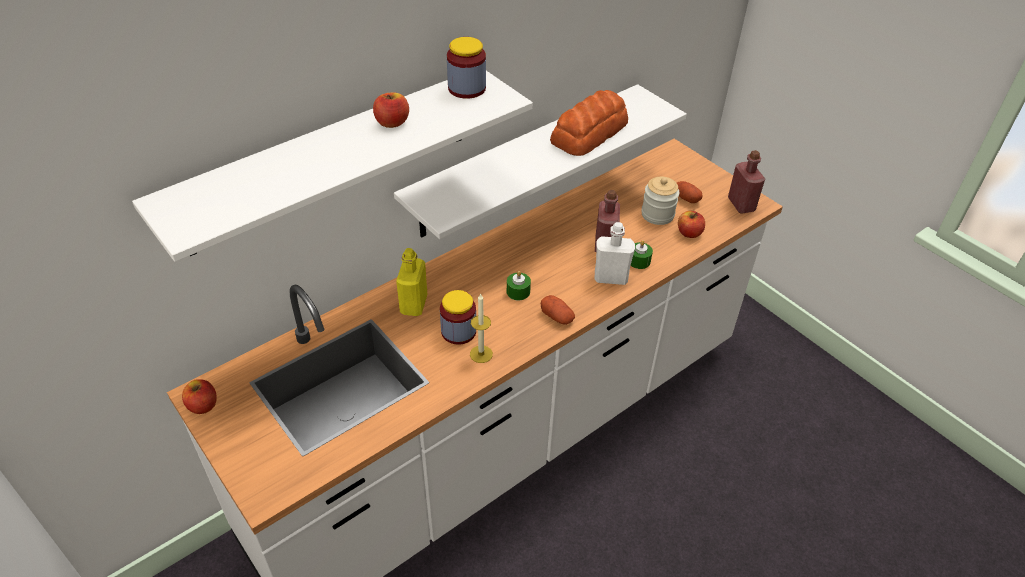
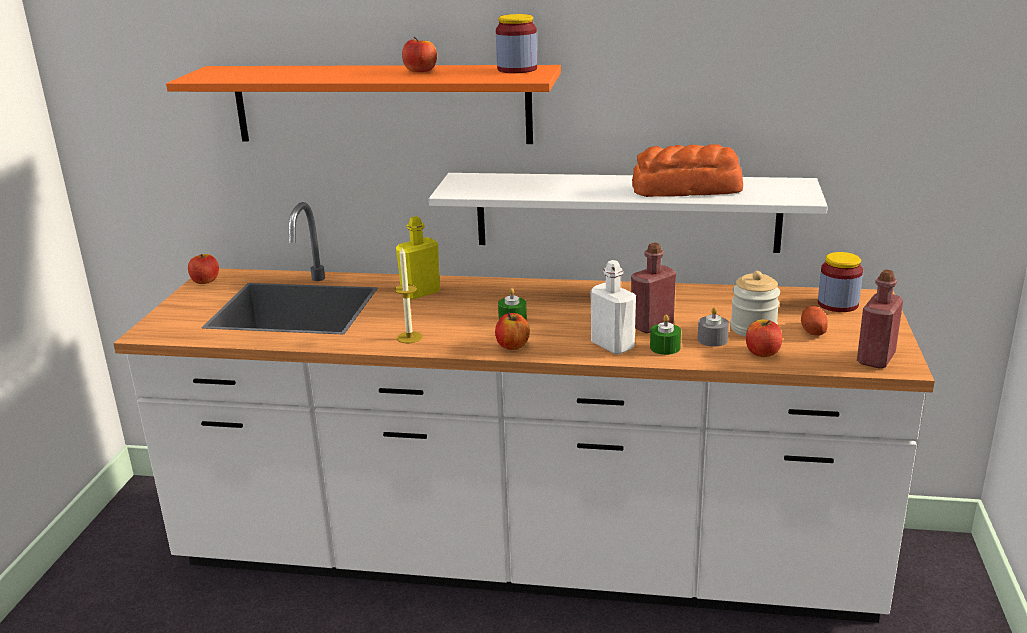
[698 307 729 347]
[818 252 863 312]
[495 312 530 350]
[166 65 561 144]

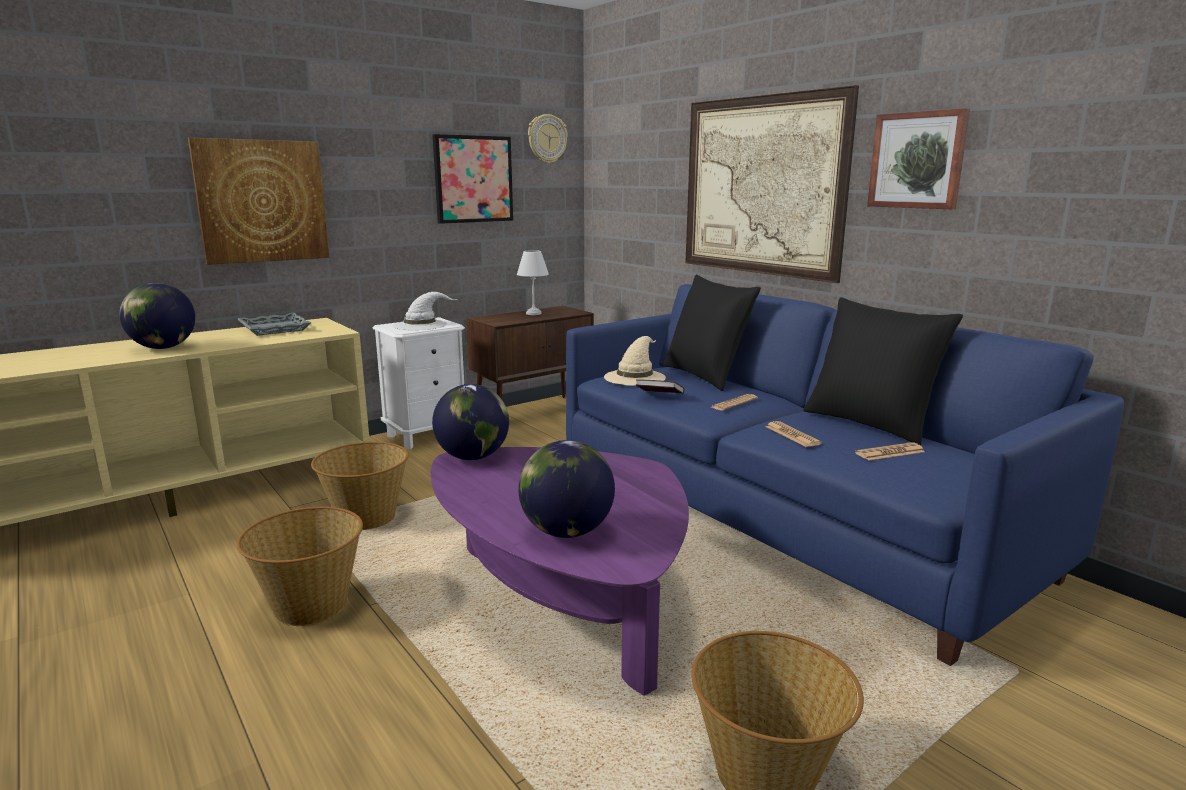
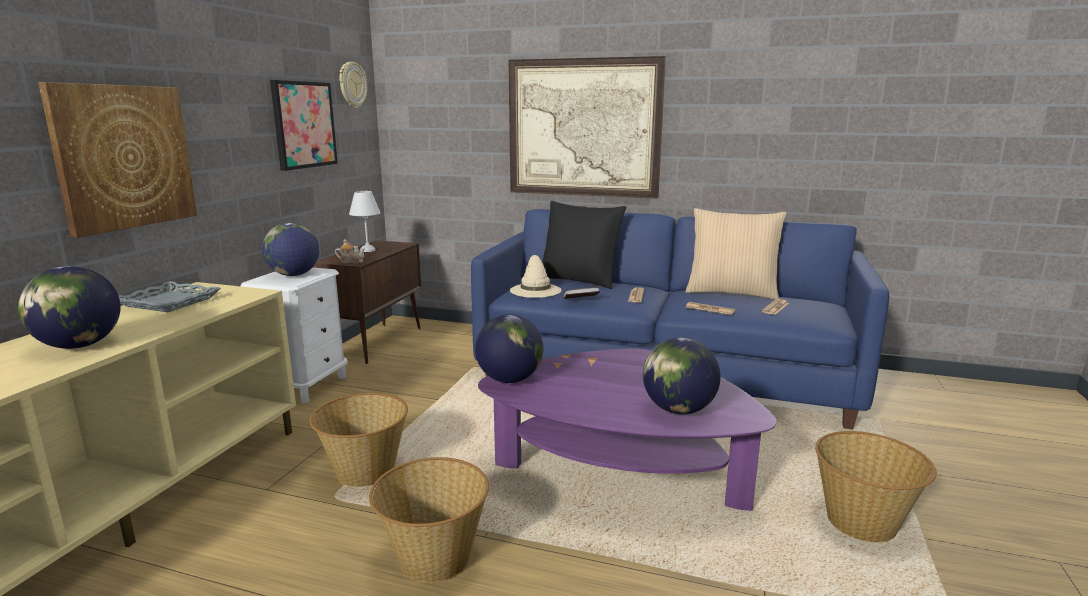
[867 108 970 209] (first image)
[335 239 365 263]
[262 223 319 276]
[686 208 786 300]

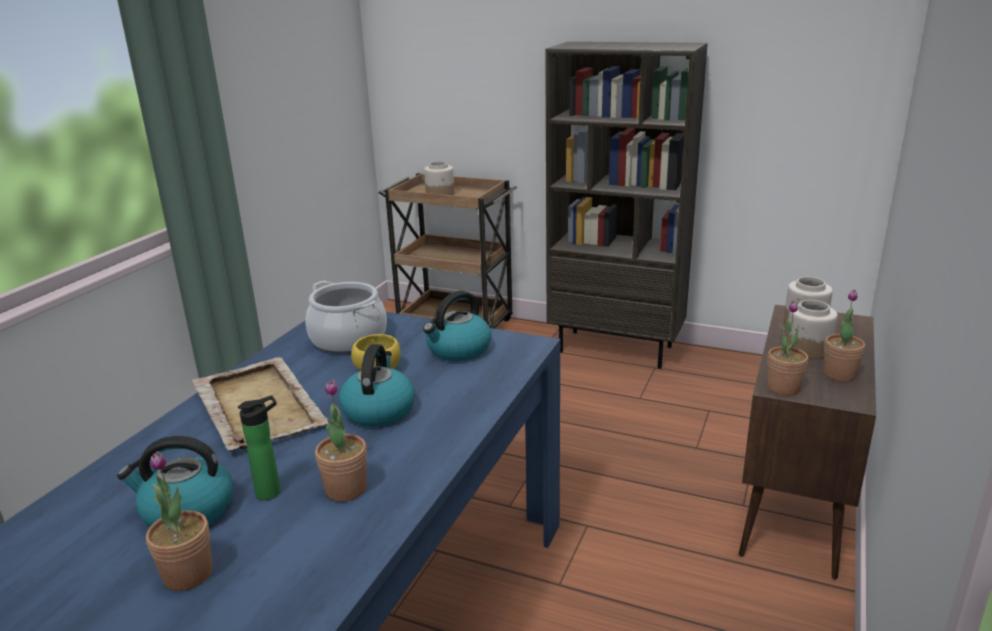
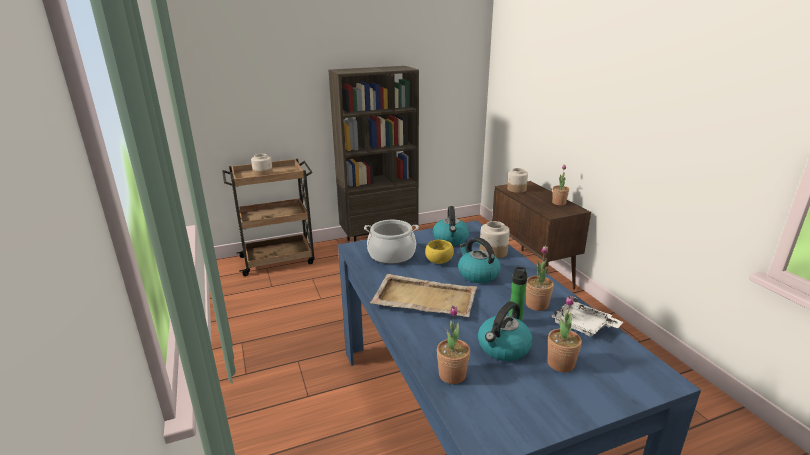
[551 296 623 337]
[437 305 470 384]
[479 221 510 259]

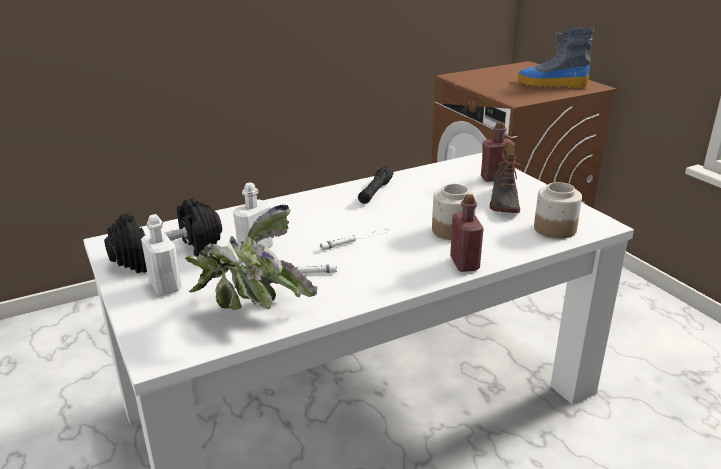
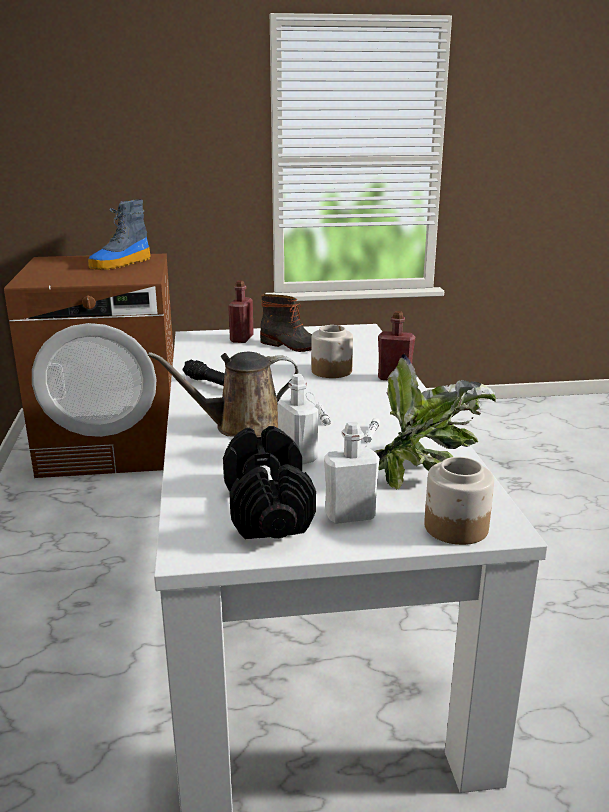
[148 352 299 437]
[424 457 494 545]

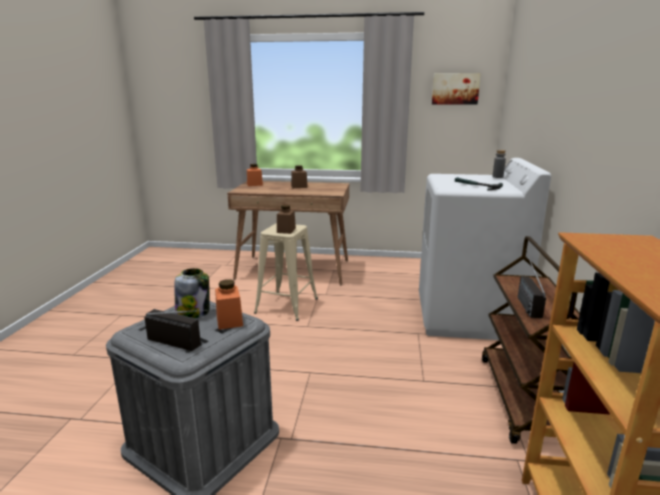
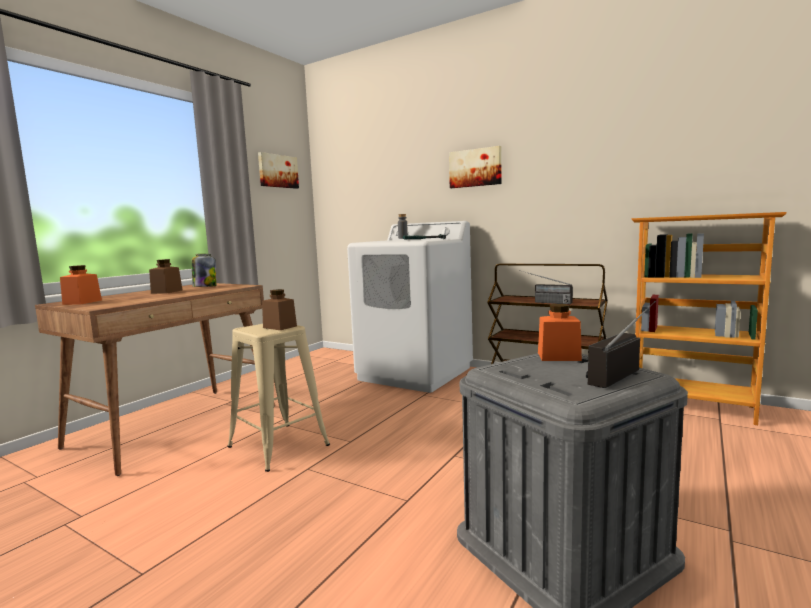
[449 146 502 188]
[192 254 217 287]

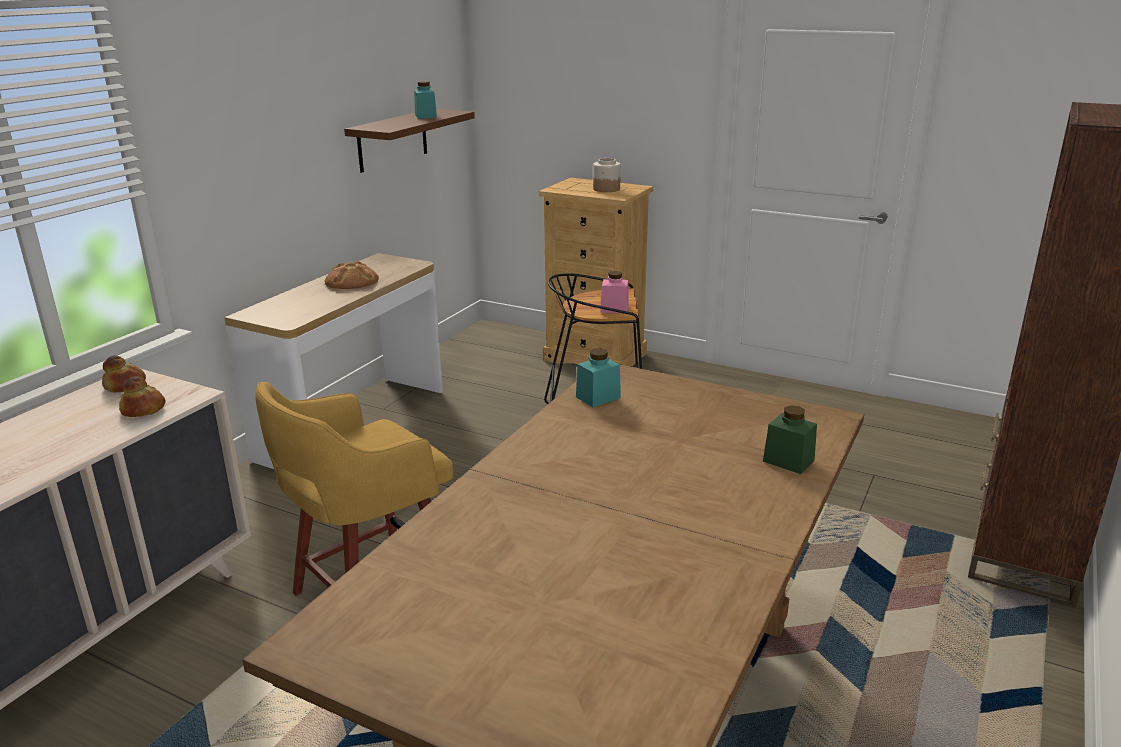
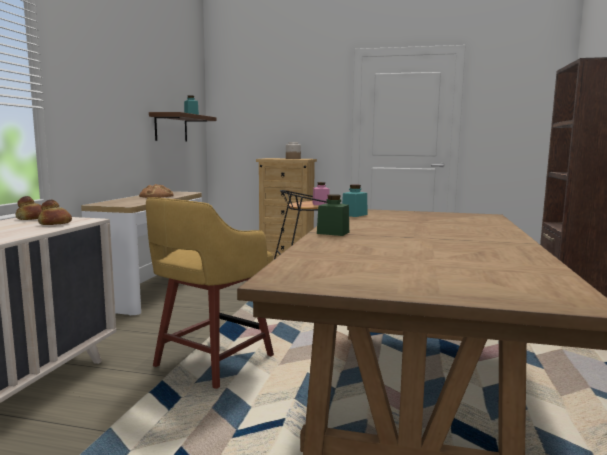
[317 194 349 236]

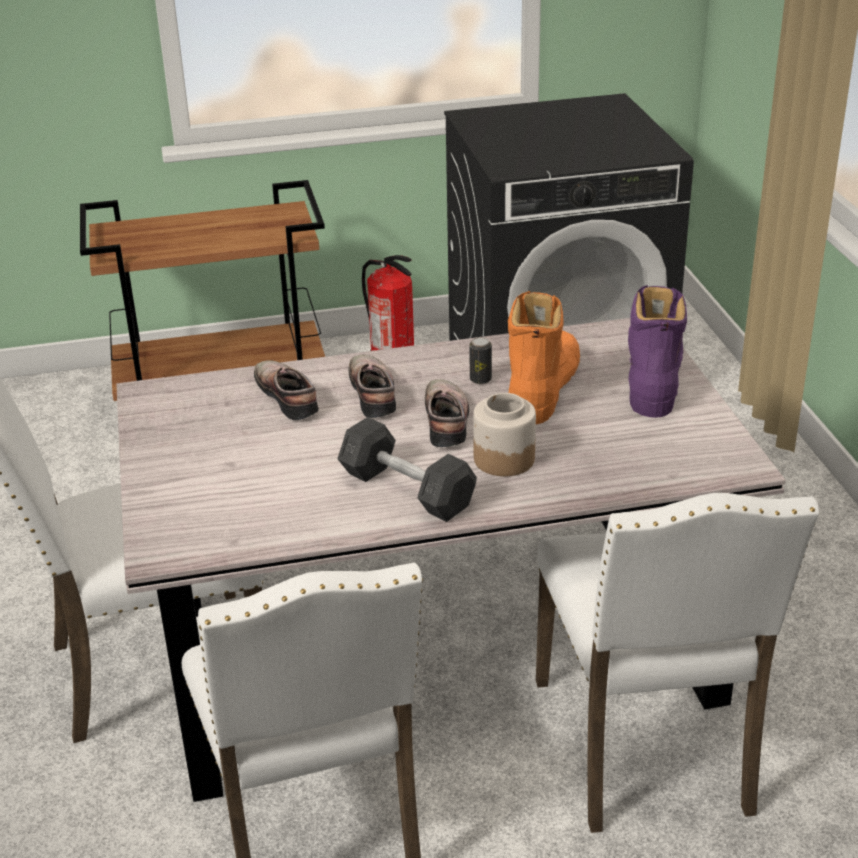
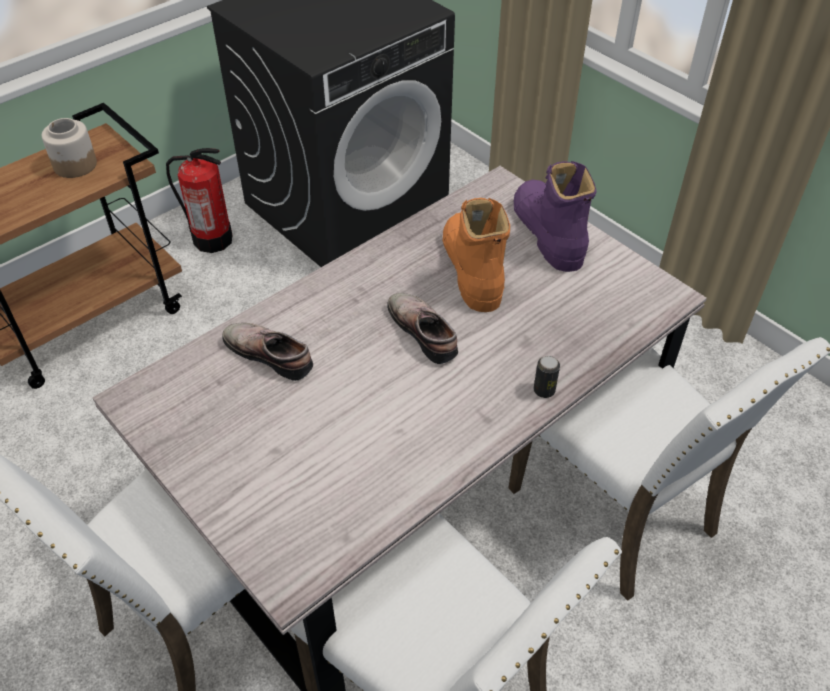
[337 417 477 522] (first image)
[349 355 396 418] (first image)
[534 356 560 398]
[42 118 97 178]

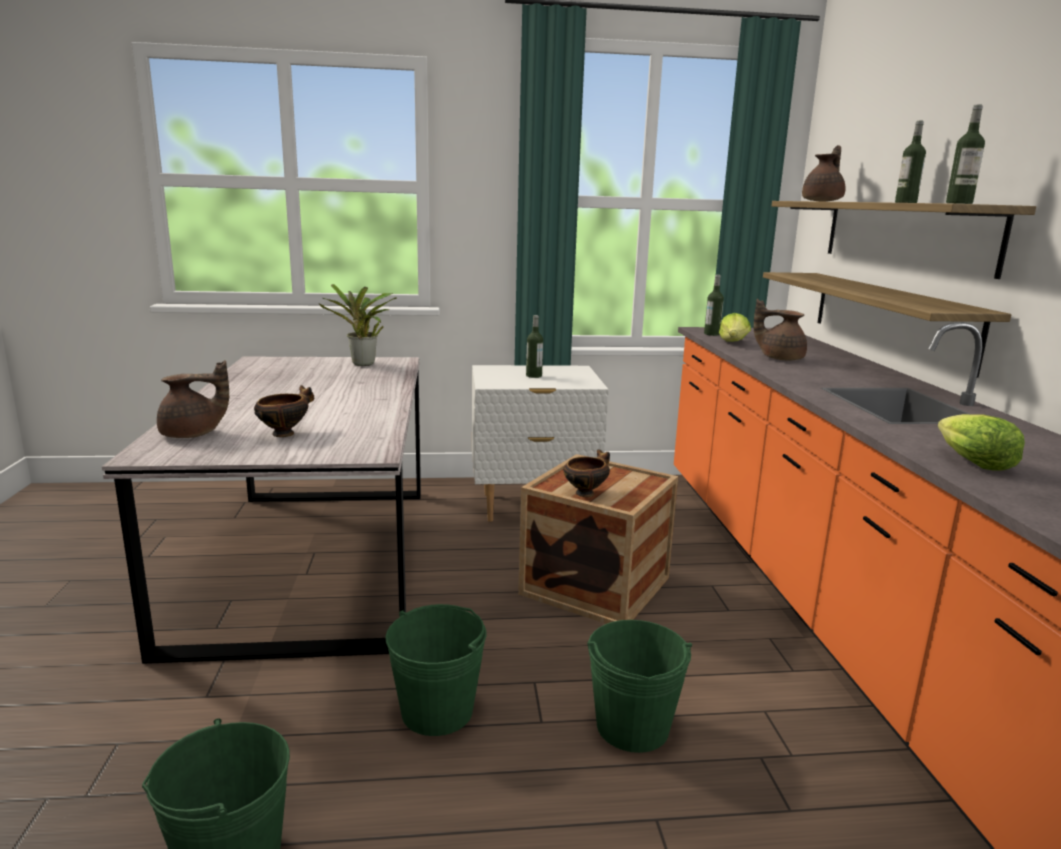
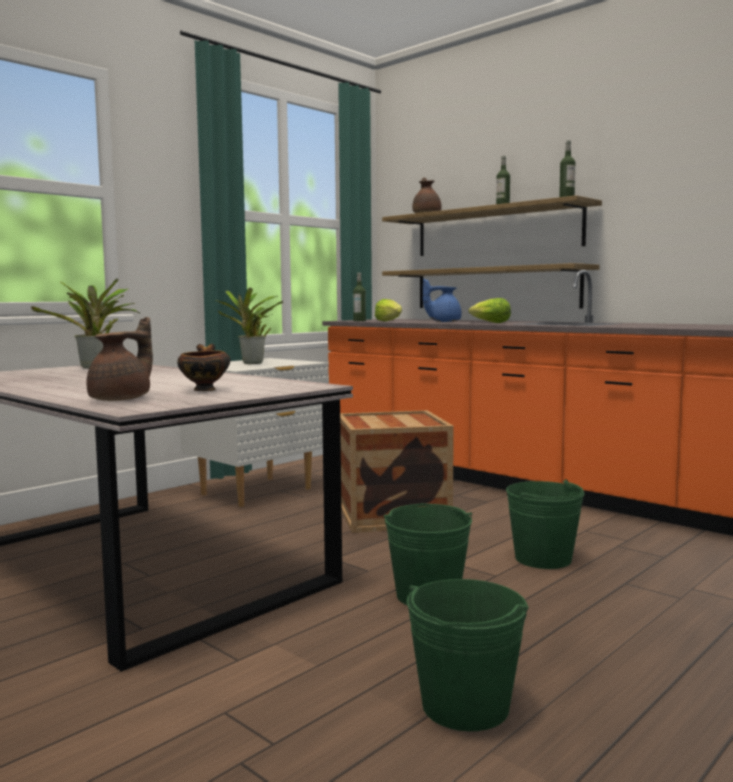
[564 449 610 497] (first image)
[469 298 511 323]
[215 288 283 364]
[423 279 462 322]

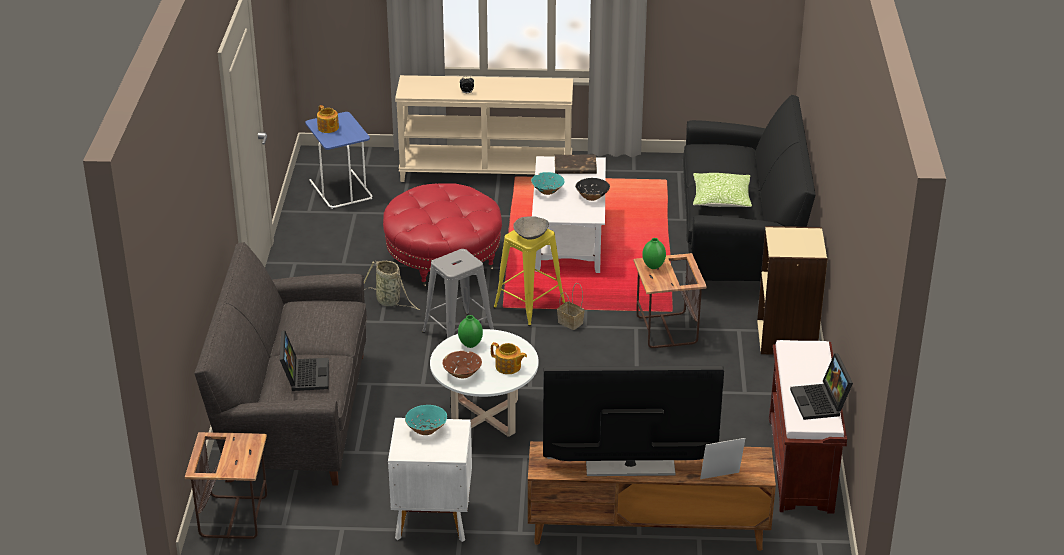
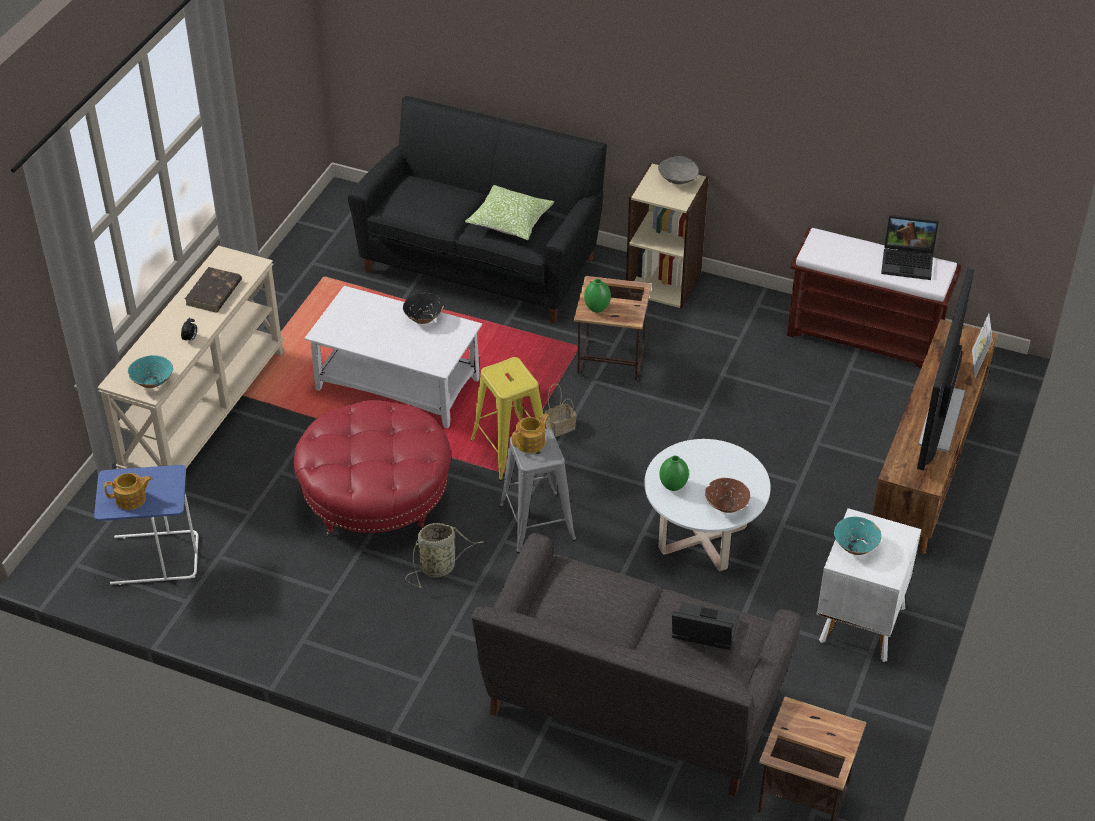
[512 413 549 453]
[658 156 699 184]
[128 355 173 388]
[185 267 242 312]

